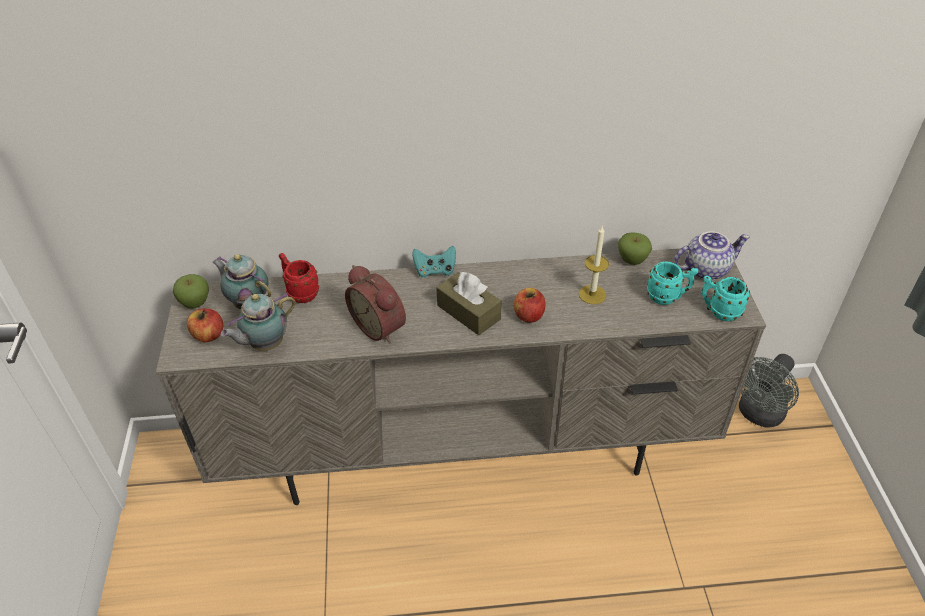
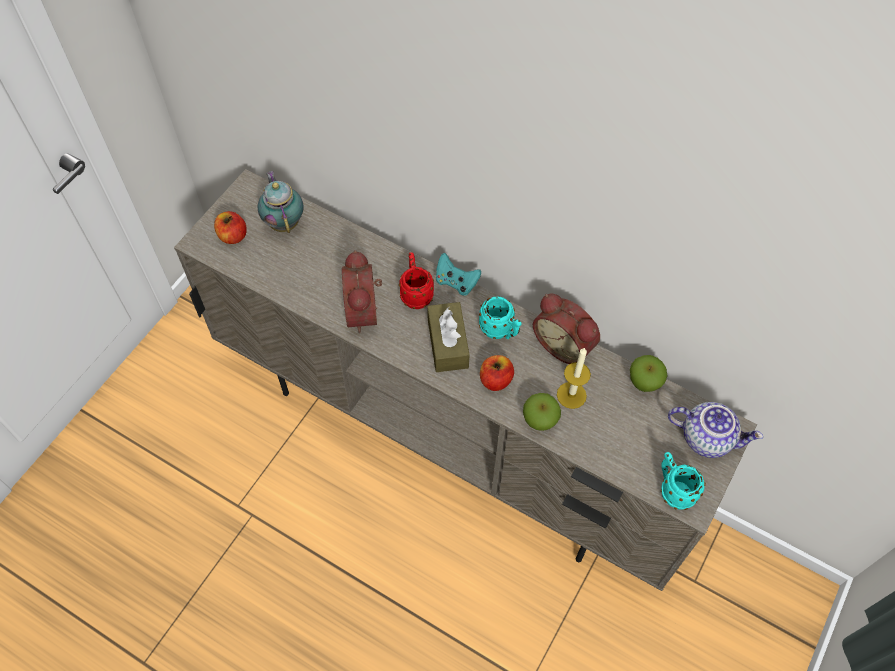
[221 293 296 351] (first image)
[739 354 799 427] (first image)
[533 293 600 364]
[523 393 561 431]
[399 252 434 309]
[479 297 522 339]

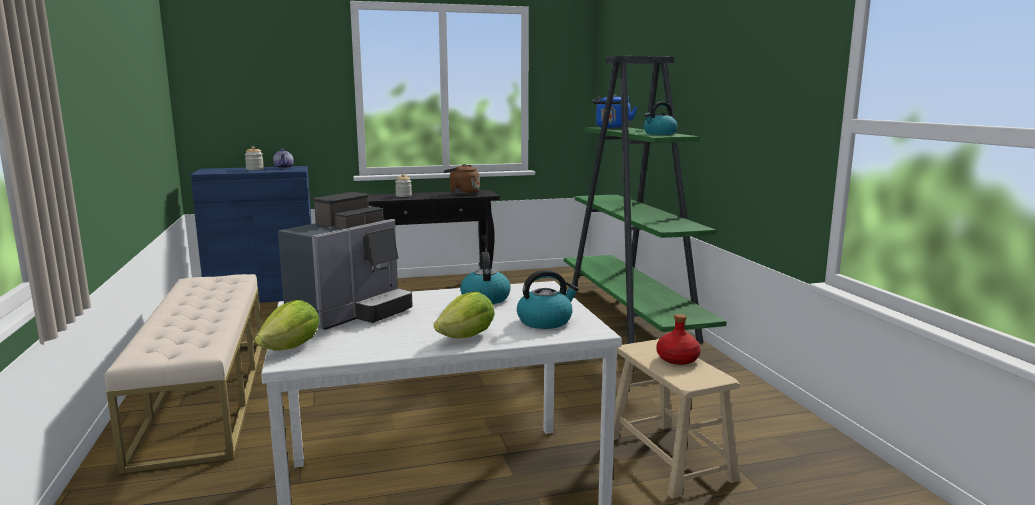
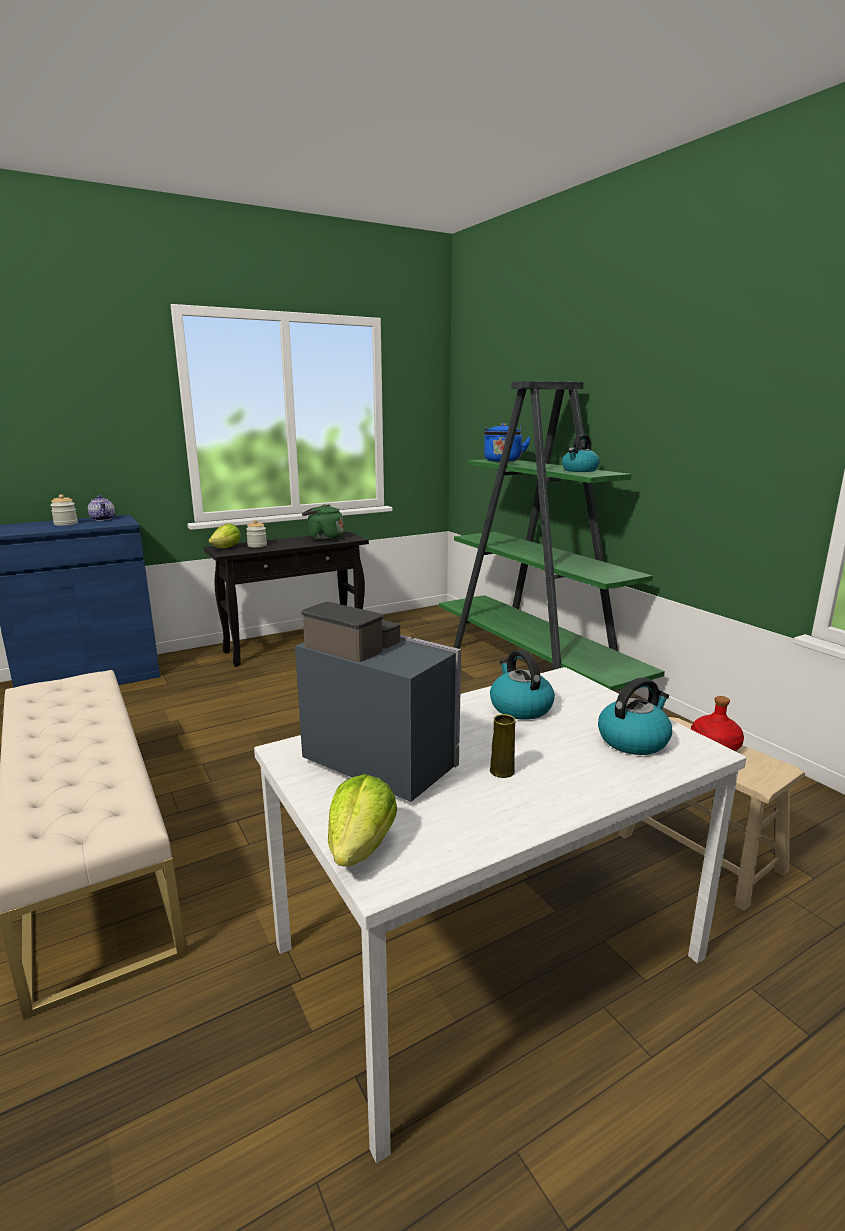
[490 714 515 778]
[209 524 241 548]
[302 505 343 541]
[295 602 461 802]

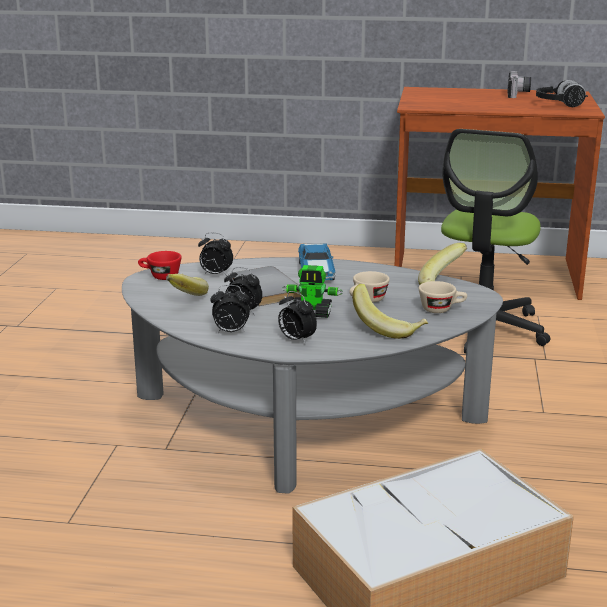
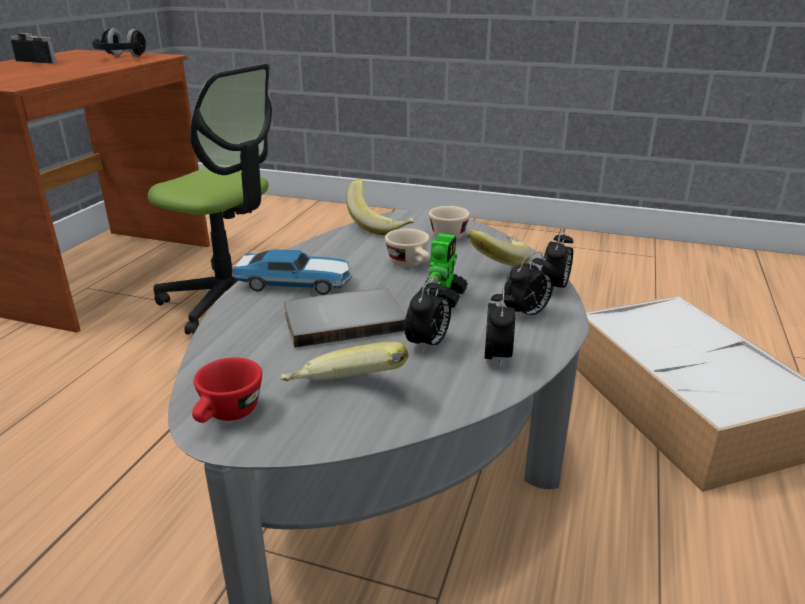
[541 229 573 295]

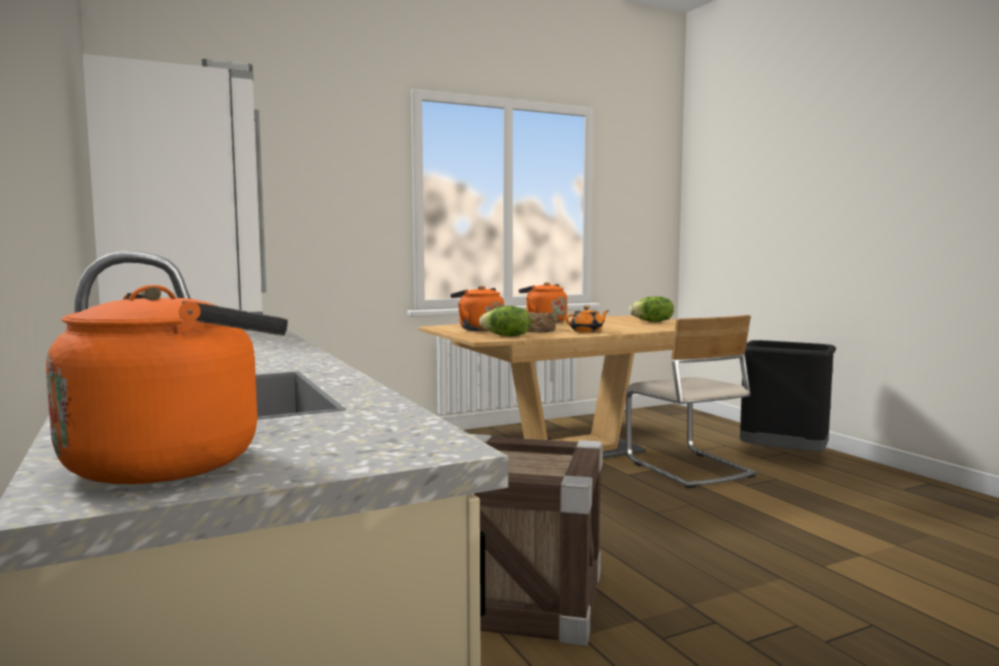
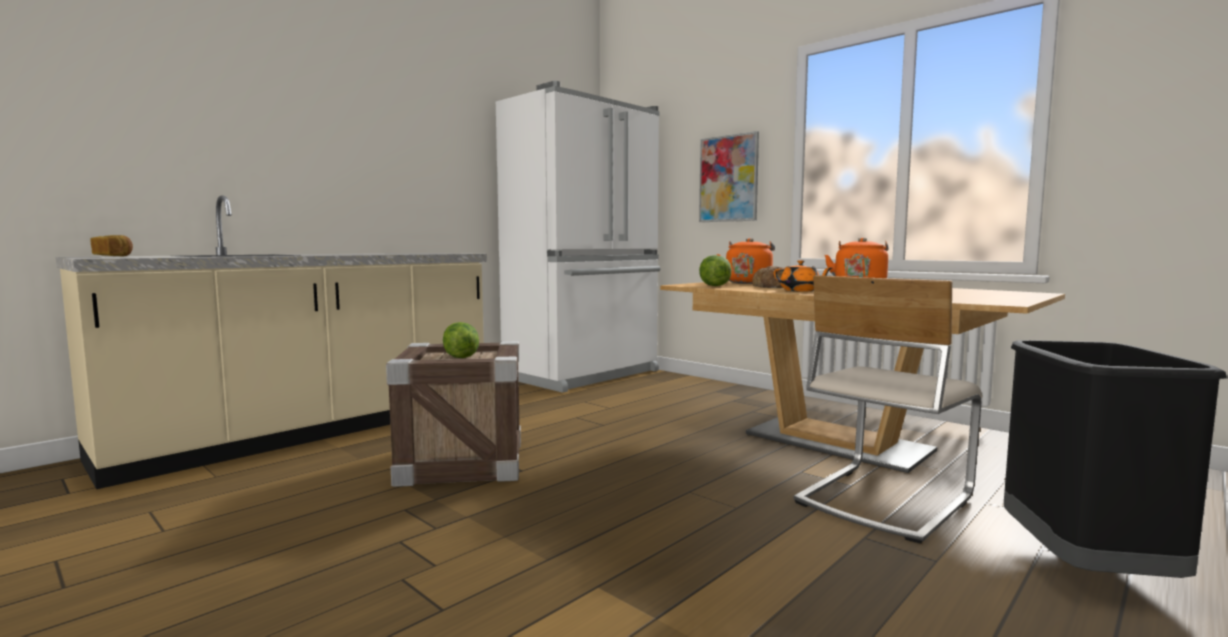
[699 131 759 222]
[443 322 479 358]
[90 235 133 256]

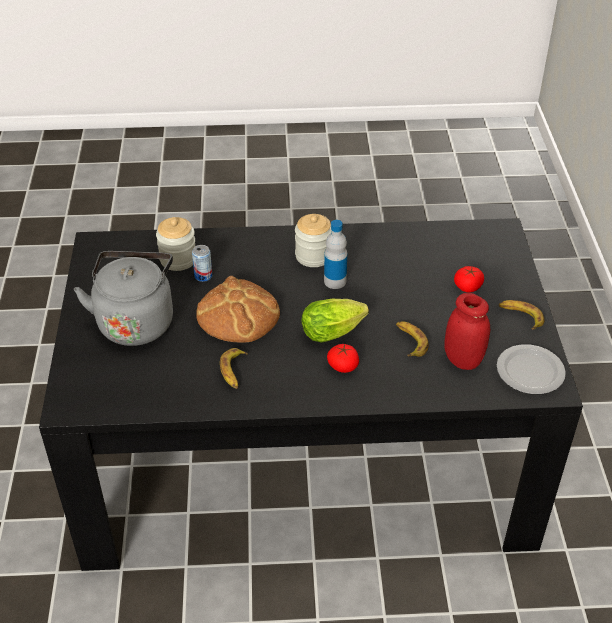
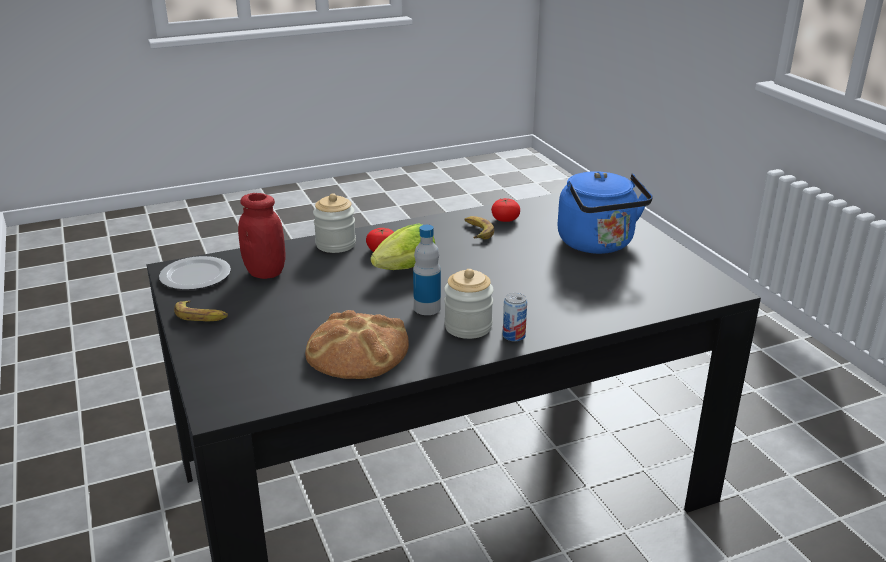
[396 321 429 357] (first image)
[313 193 356 253]
[503 293 527 341]
[305 310 409 379]
[491 198 520 222]
[557 171 653 254]

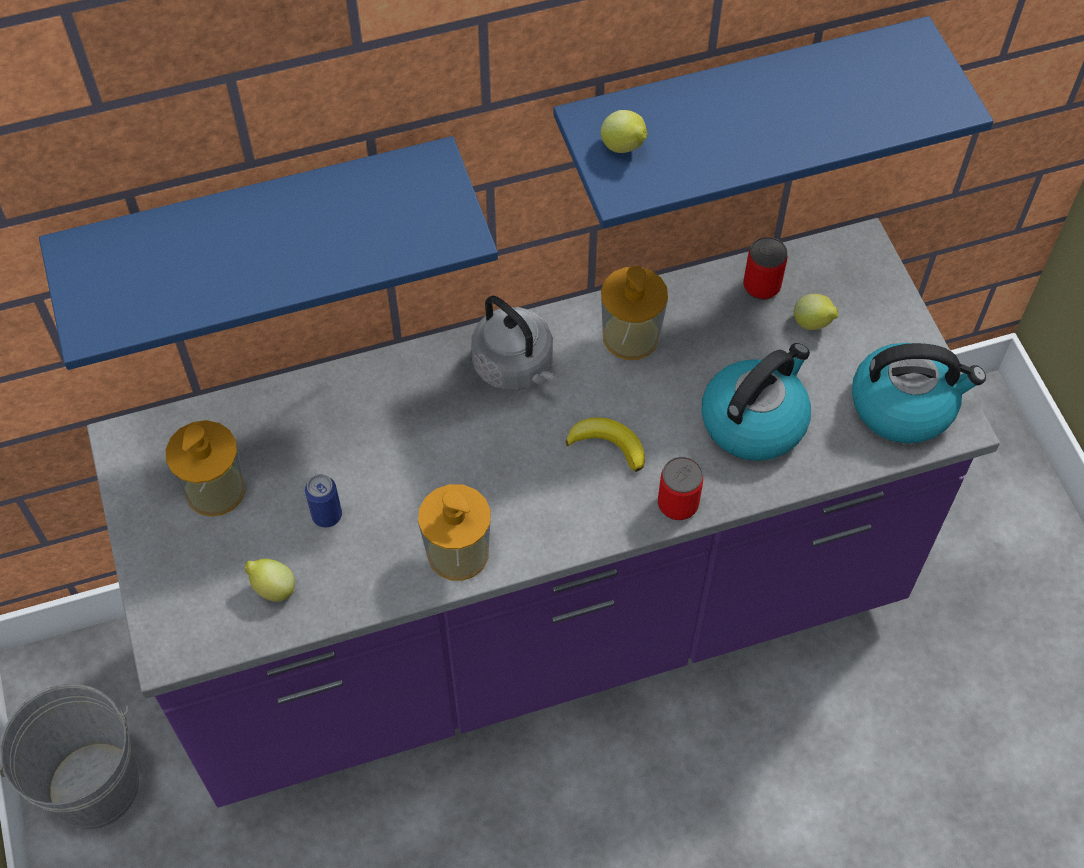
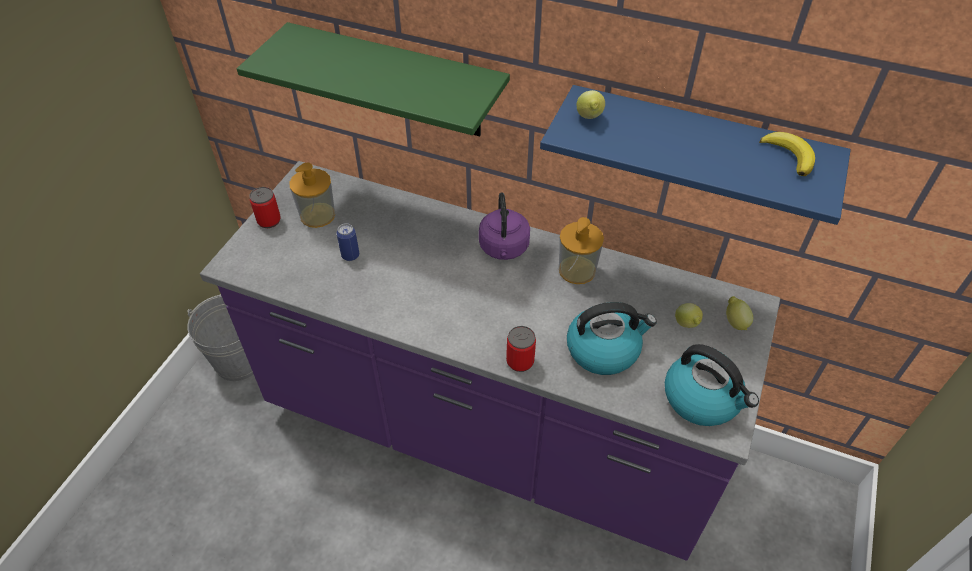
[418 484 491 581] (first image)
[726 296 753 330]
[759 132 815 176]
[249 187 281 228]
[237 22 510 136]
[479 192 530 260]

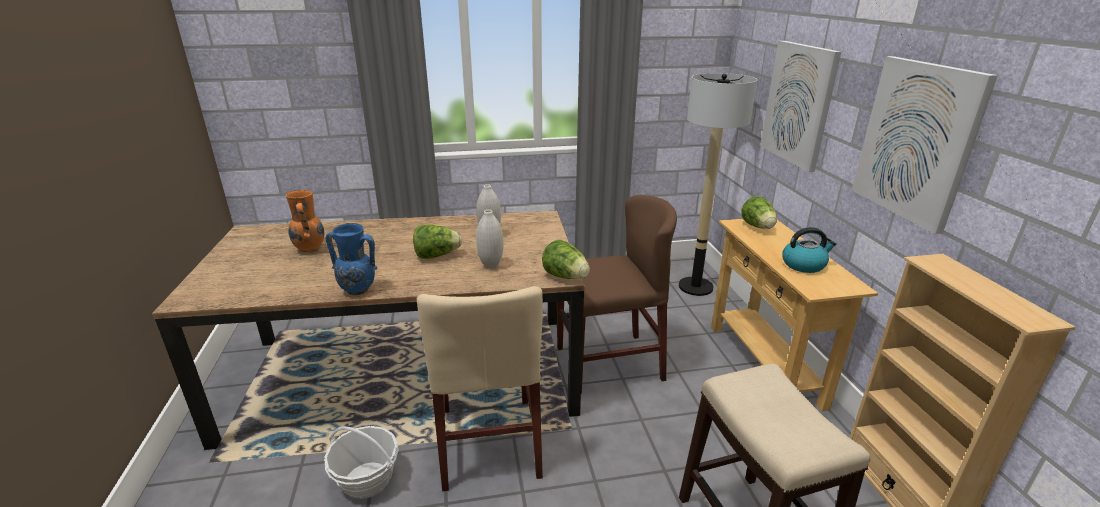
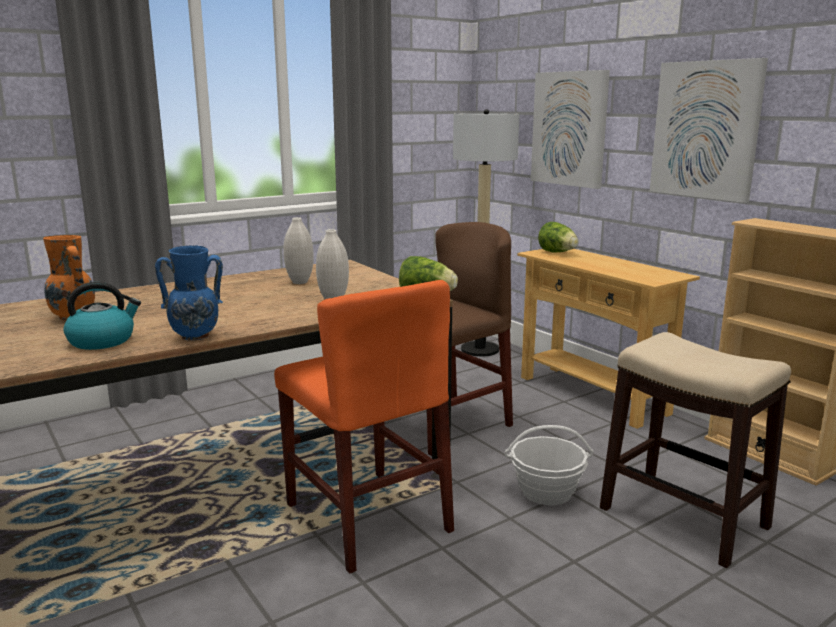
[413 225 462 259] (first image)
[505 425 593 506]
[63 282 141 350]
[274 280 454 574]

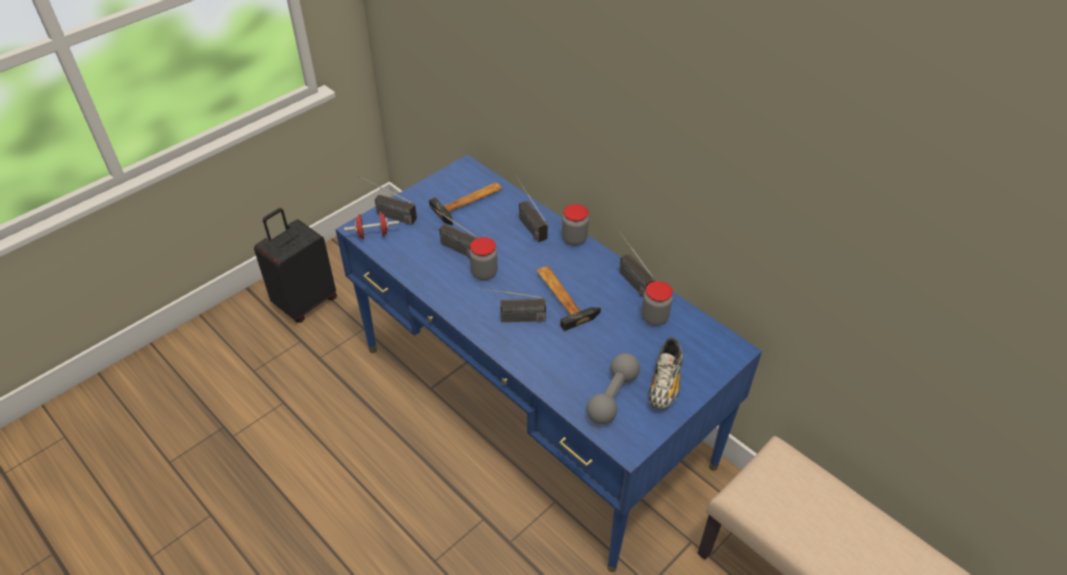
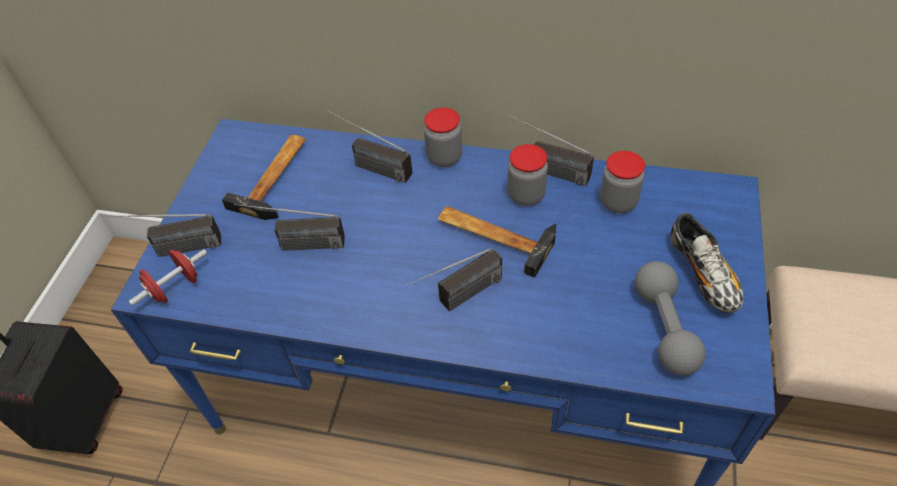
[508 144 548 206]

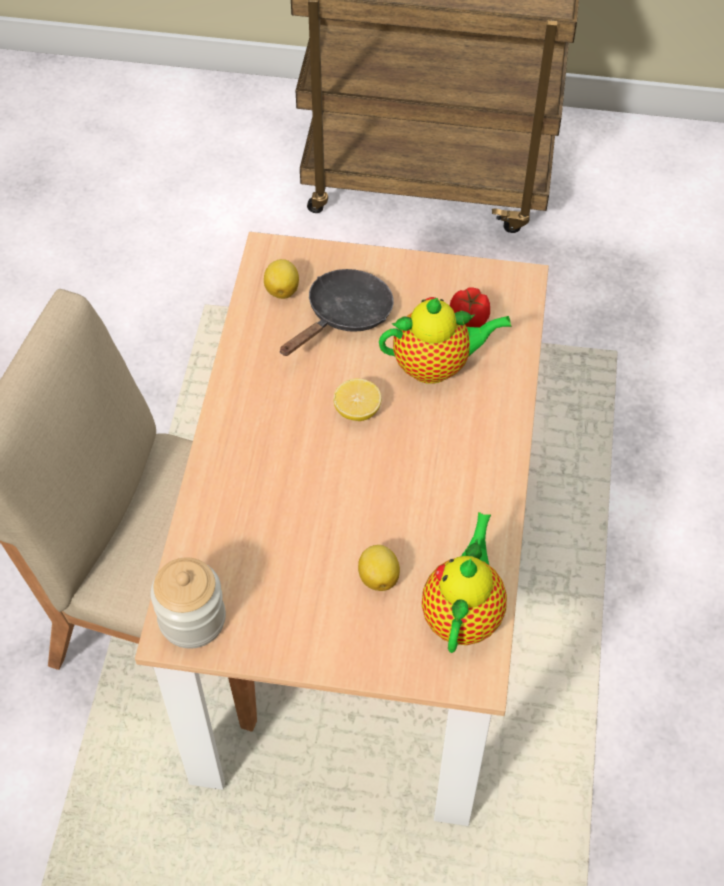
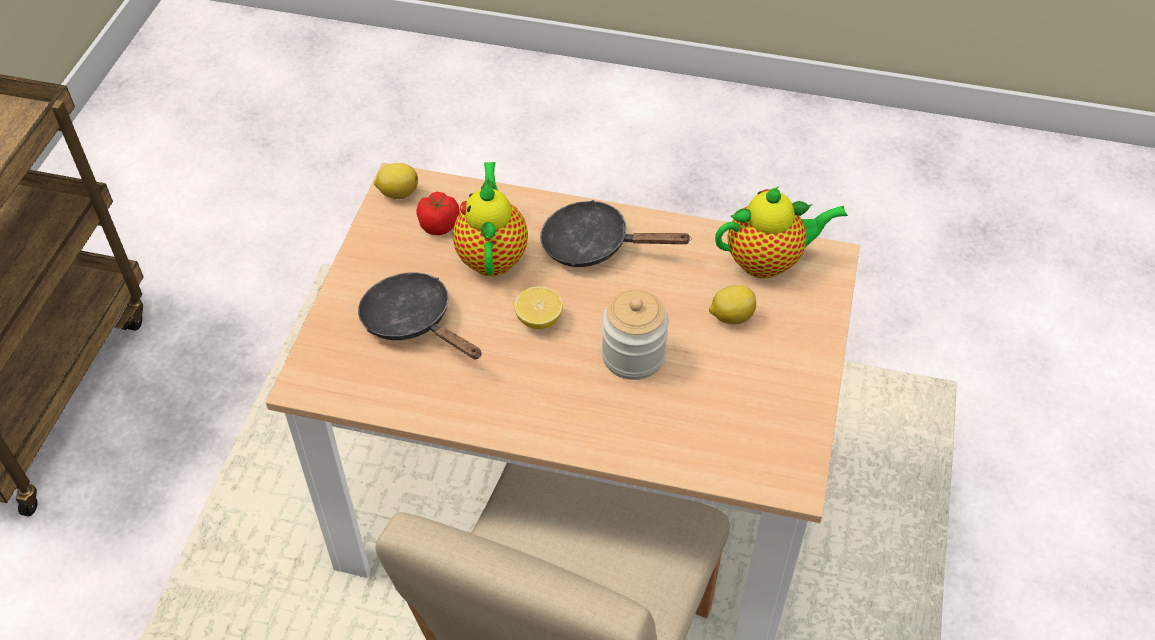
[540 200 692 267]
[602 290 669 380]
[374 163 418 199]
[715 186 848 278]

